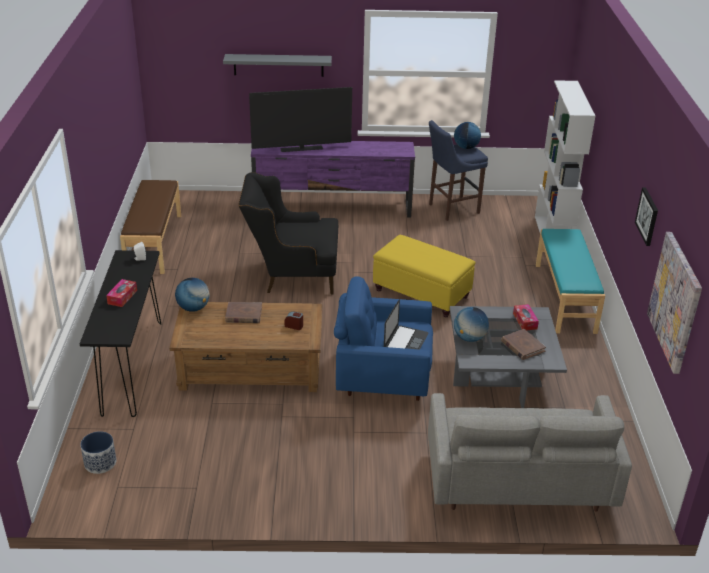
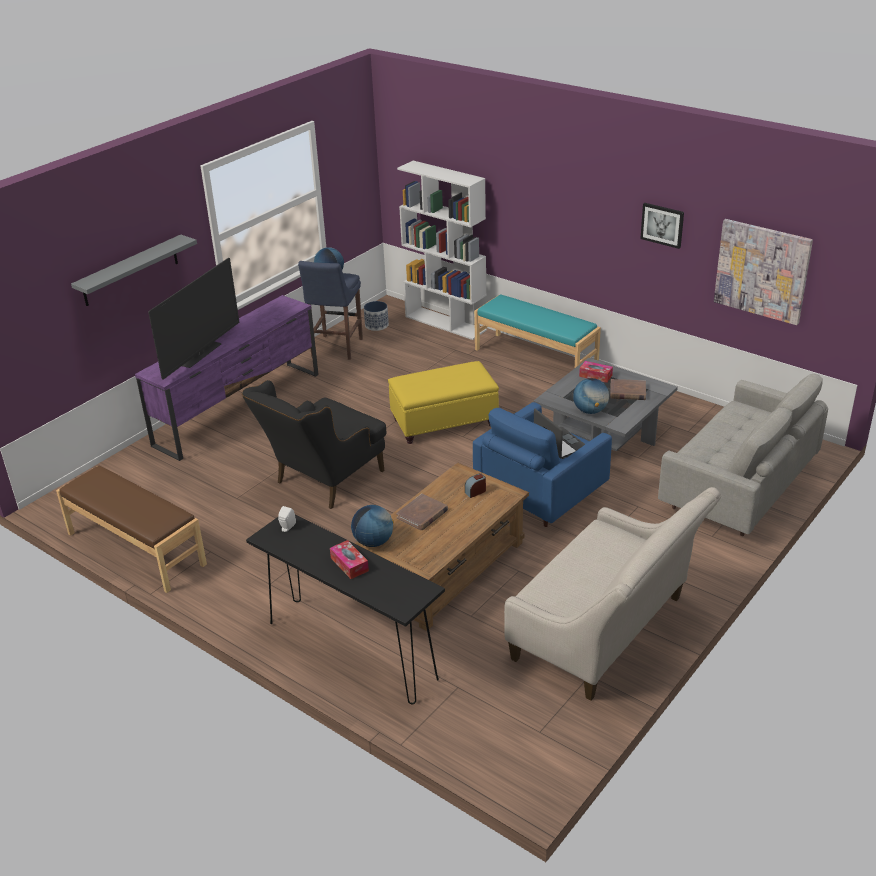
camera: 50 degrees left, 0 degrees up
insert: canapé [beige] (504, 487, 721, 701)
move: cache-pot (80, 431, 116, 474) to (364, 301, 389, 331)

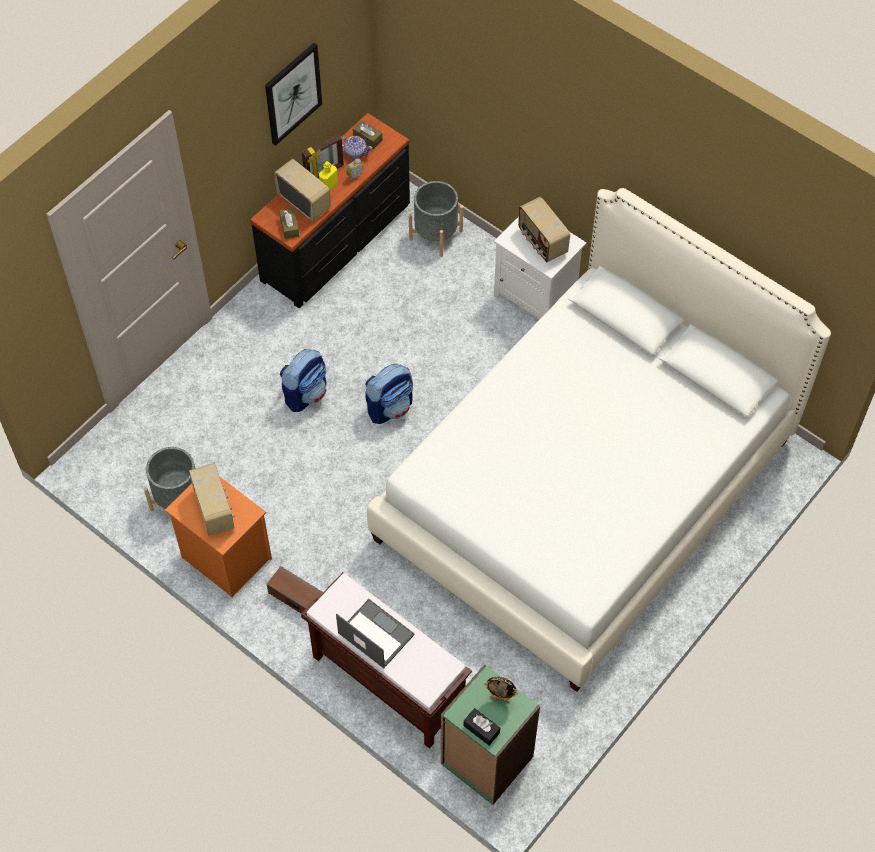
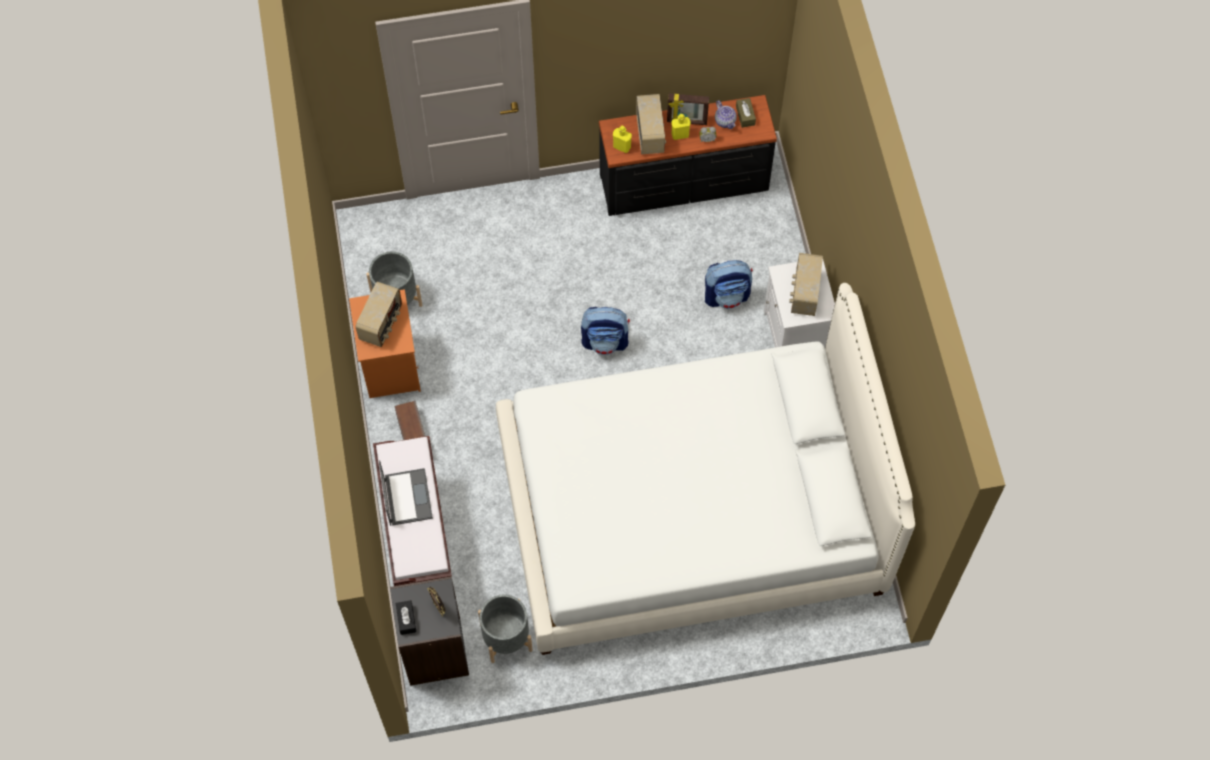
camera: 40 degrees right, 5 degrees up
delete: tableau (265, 43, 322, 146)
move: cache-pot [gris] (409, 181, 463, 257) to (478, 594, 533, 663); sac à dos (280, 349, 326, 412) to (705, 260, 753, 309)
replace: boîte à mouchoirs [marron] (279, 208, 299, 239) to bouteille [jaune] (613, 126, 632, 153)
recolor: bibliothèque [vert] (441, 664, 540, 805) to bibliothèque [noir] (390, 576, 469, 686)

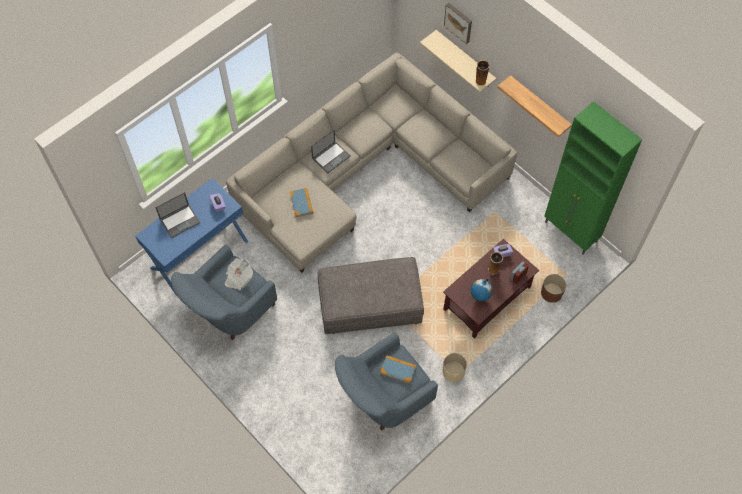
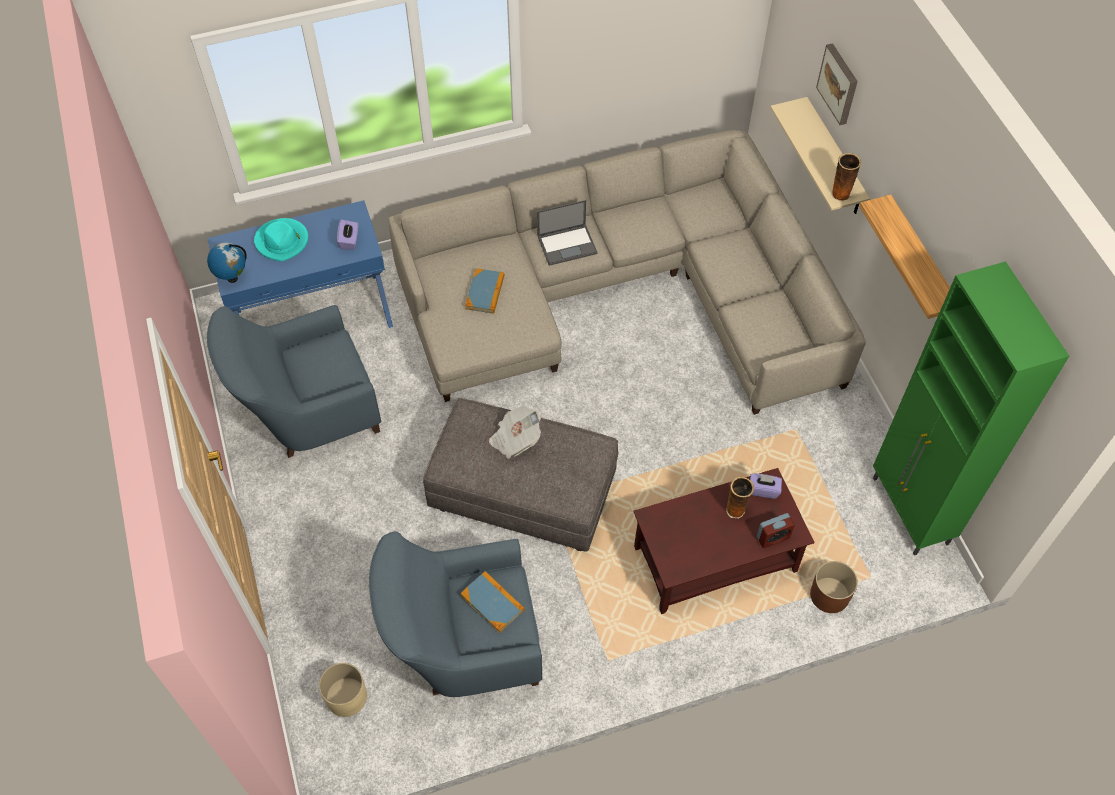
camera: 25 degrees right, 5 degrees down
move: globe (470, 279, 493, 302) to (207, 243, 247, 283); cache-pot [beige] (443, 353, 467, 382) to (319, 663, 367, 717); journal (225, 259, 253, 290) to (489, 405, 541, 459)
replace: ordinateur portable (155, 192, 200, 238) to chapeau [turquoise] (254, 218, 308, 262)

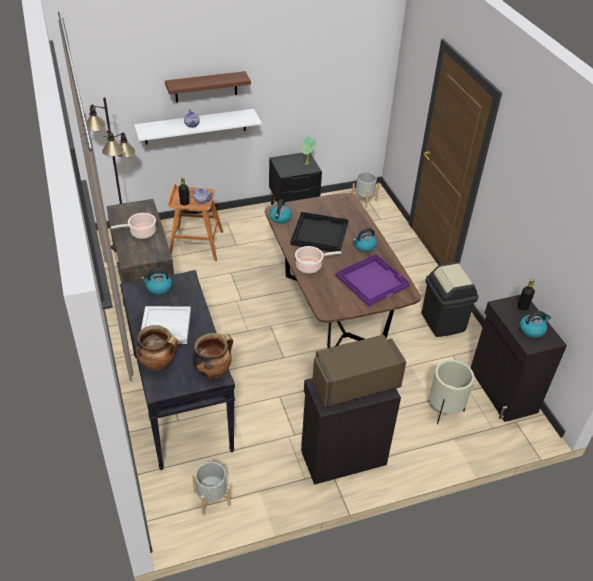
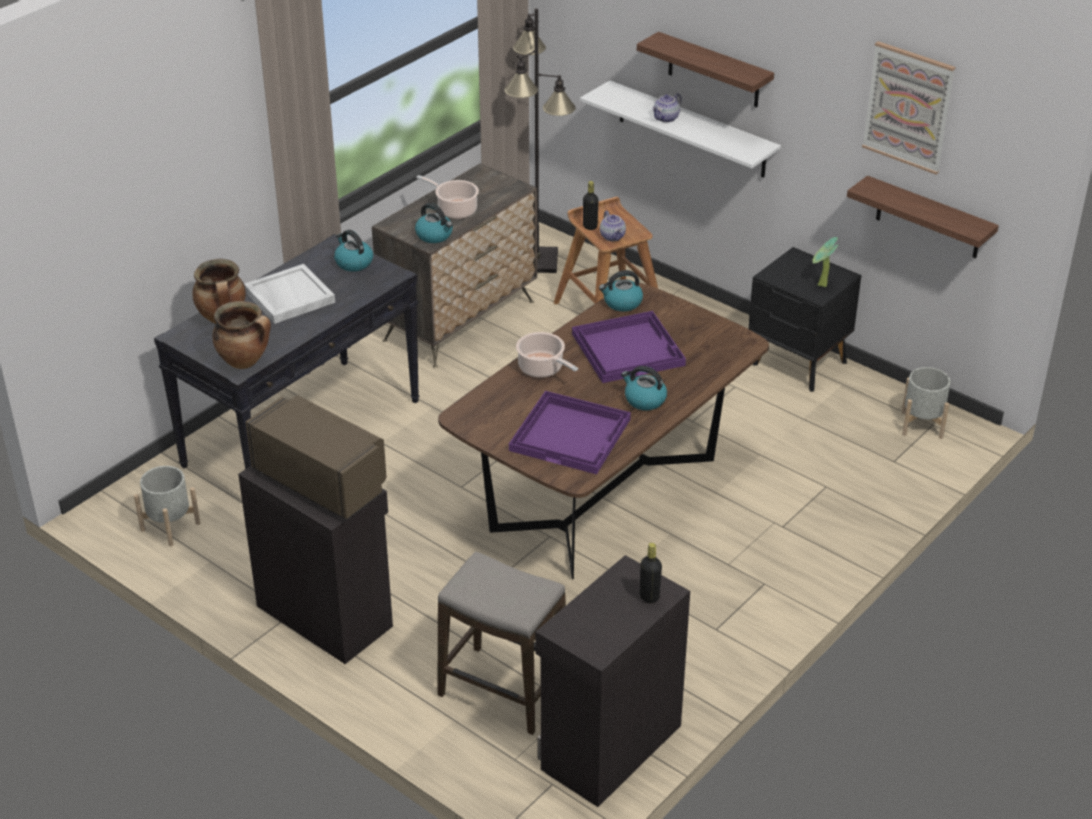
camera: 60 degrees right, 5 degrees down
delete: poubelle [noir] (422, 262, 478, 337)
insert: étagère (847, 176, 999, 258); tableau (862, 41, 956, 174)
move: bouilloire (520, 311, 551, 338) to (415, 203, 453, 243)
replace: cache-pot [beige] (429, 360, 474, 424) to tabouret (437, 551, 566, 735)
recolor: plateau [noir] (290, 212, 348, 252) to plateau [violet] (572, 311, 686, 383)

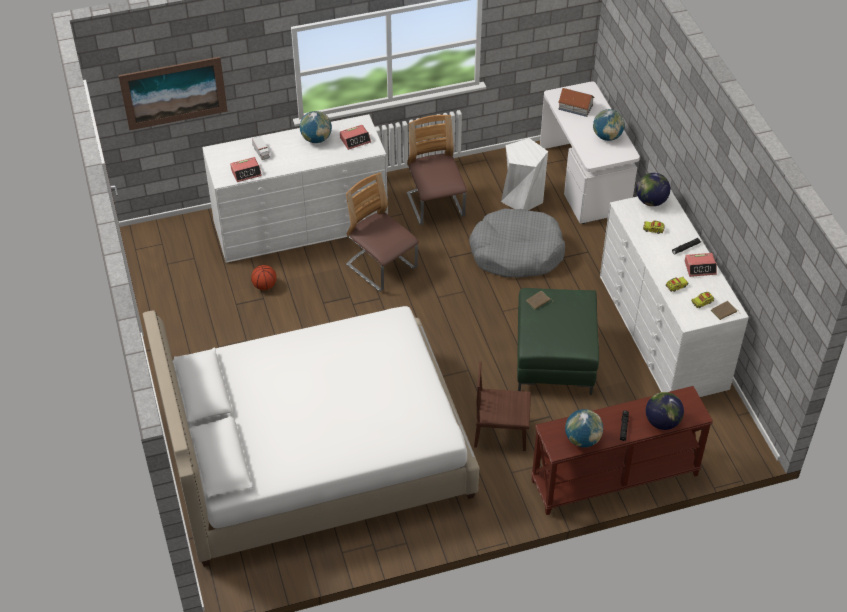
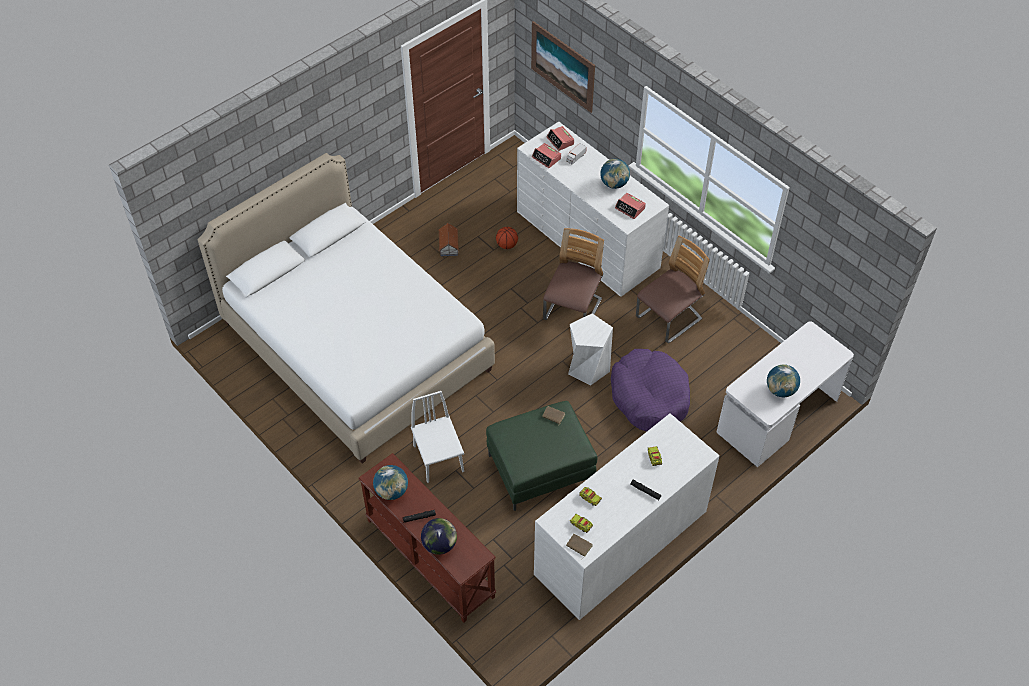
camera: 65 degrees right, 5 degrees up
delete: globe (636, 173, 670, 206)
move: maison miniature (559, 88, 595, 117) to (438, 223, 459, 256); réveil (685, 253, 717, 277) to (547, 126, 574, 151); tabouret [blanc] (501, 138, 548, 210) to (568, 314, 613, 386)
recolor: chaise [marron] (474, 362, 531, 451) to chaise [blanc] (411, 391, 464, 483); panier pour chien [gris] (469, 208, 565, 277) to panier pour chien [violet] (611, 349, 690, 432)

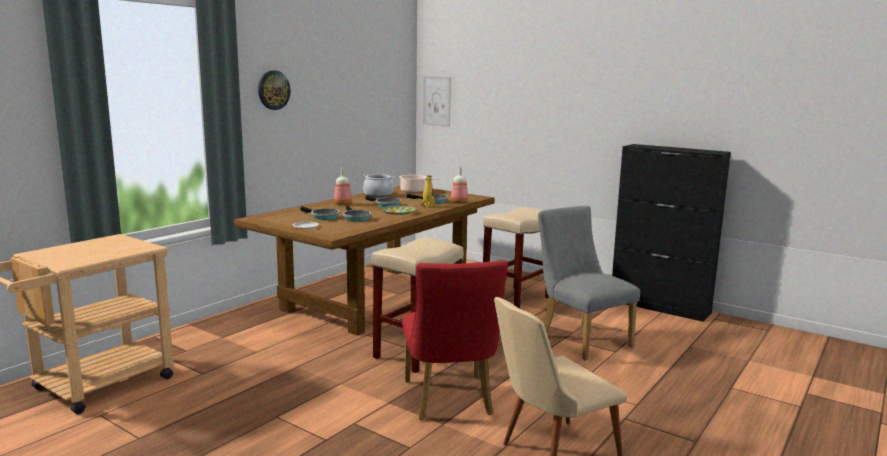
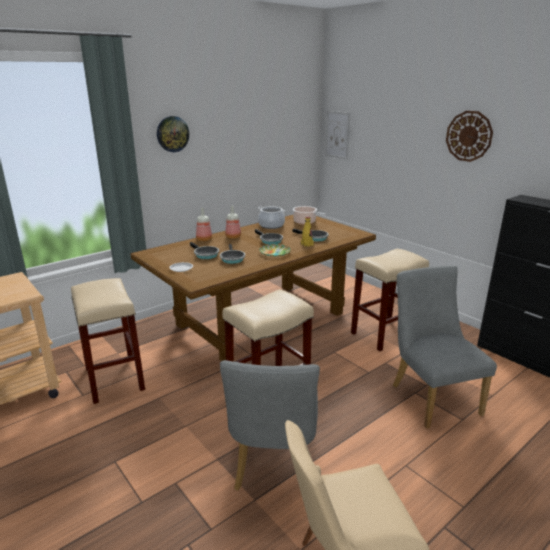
camera: 15 degrees right, 10 degrees up
insert: tabouret [beige] (71, 278, 145, 404); horloge murale (446, 111, 493, 162)
move: bouteille (451, 167, 468, 203) to (196, 208, 212, 241)
recolor: chaise [rouge] (402, 260, 508, 420) to chaise [gris] (220, 360, 320, 491)

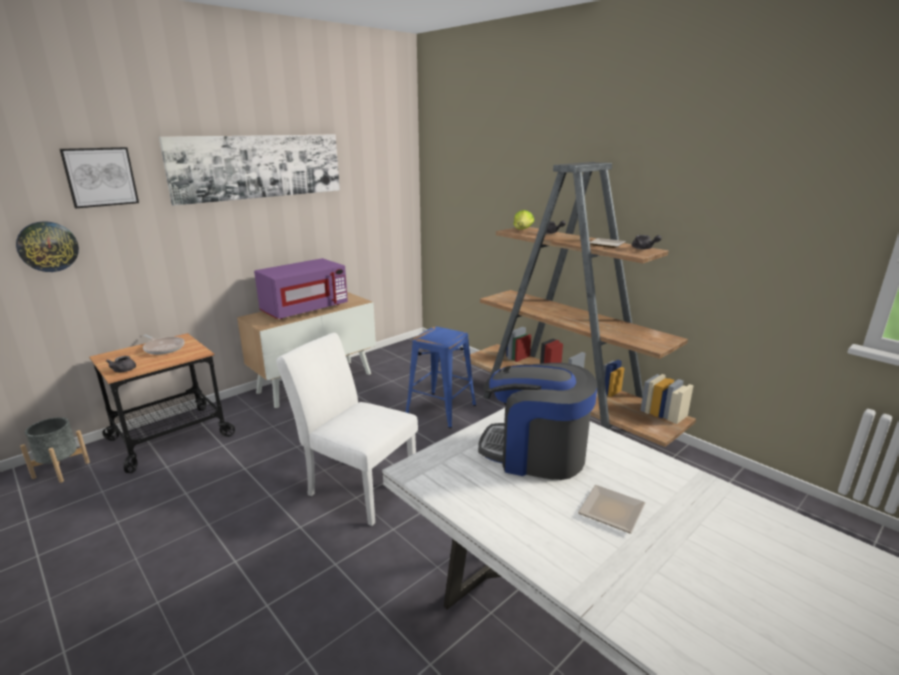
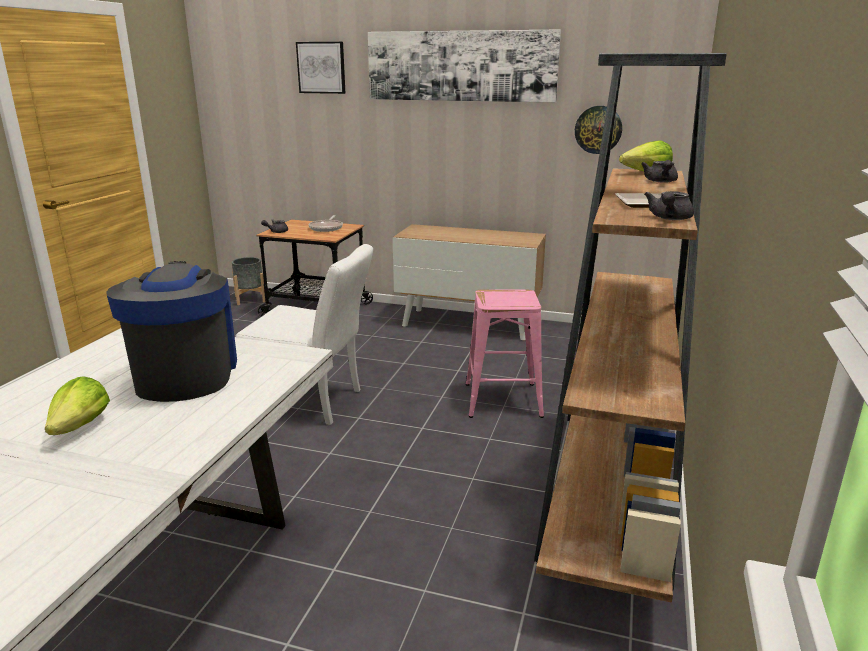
camera: 60 degrees right, 0 degrees up
delete: micro-ondes [violet] (254, 258, 348, 319)
move: horloge murale (16, 221, 79, 272) to (575, 106, 622, 154)
replace: assiette (578, 485, 646, 533) to laitue (45, 376, 110, 435)
recolor: tabouret [bleu] (406, 327, 476, 429) to tabouret [rose] (466, 289, 544, 418)
rotate: chaise [blanc] (276, 333, 418, 526) = (235, 244, 373, 425) 105 degrees clockwise

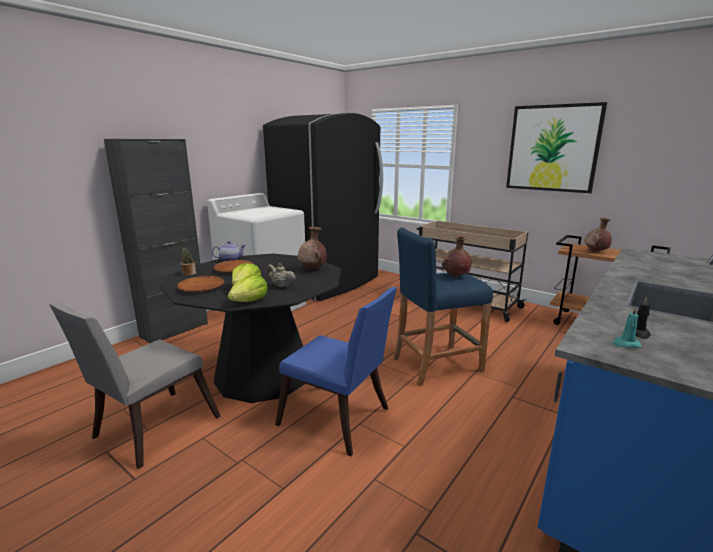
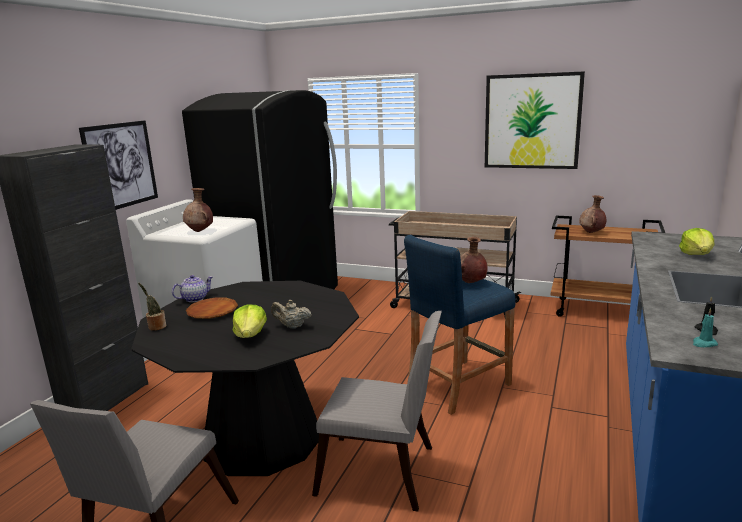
camera: 15 degrees left, 0 degrees up
delete: assiette [marron] (177, 276, 224, 292)
insert: tableau (79, 120, 158, 210)
move: vase [marron] (298, 227, 327, 270) to (183, 188, 213, 232); laitue (228, 275, 268, 302) to (679, 228, 714, 255)
recolor: chaise [bleu] (275, 287, 397, 456) to chaise [gris] (312, 311, 442, 512)

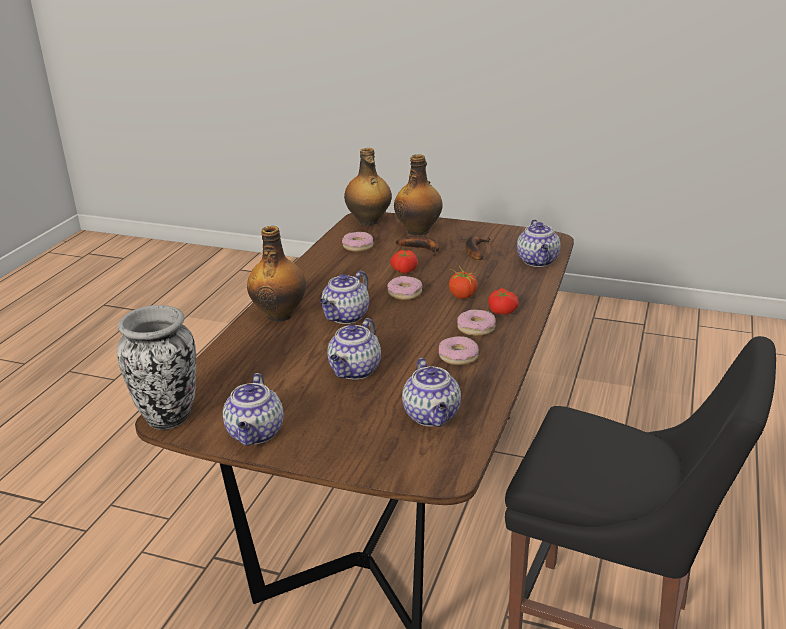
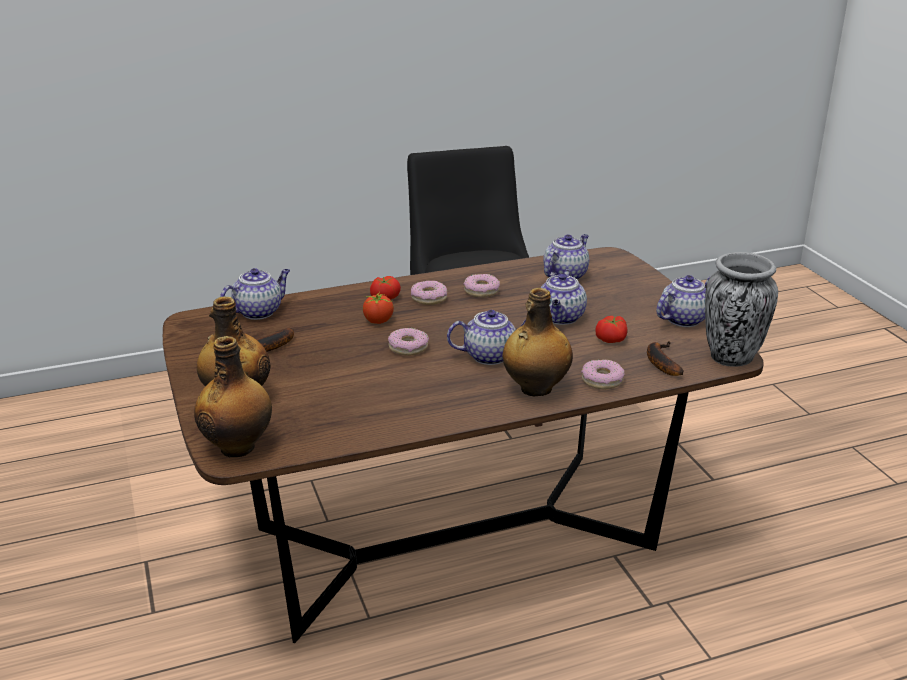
camera: 130 degrees left, 0 degrees up
move: beignet (342, 232, 373, 252) to (581, 360, 624, 389); tomate (390, 250, 418, 273) to (595, 316, 628, 343); banane (396, 236, 440, 256) to (647, 341, 684, 376)
rotate: théière (327, 318, 381, 380) = (540, 269, 587, 325) 120 degrees clockwise

